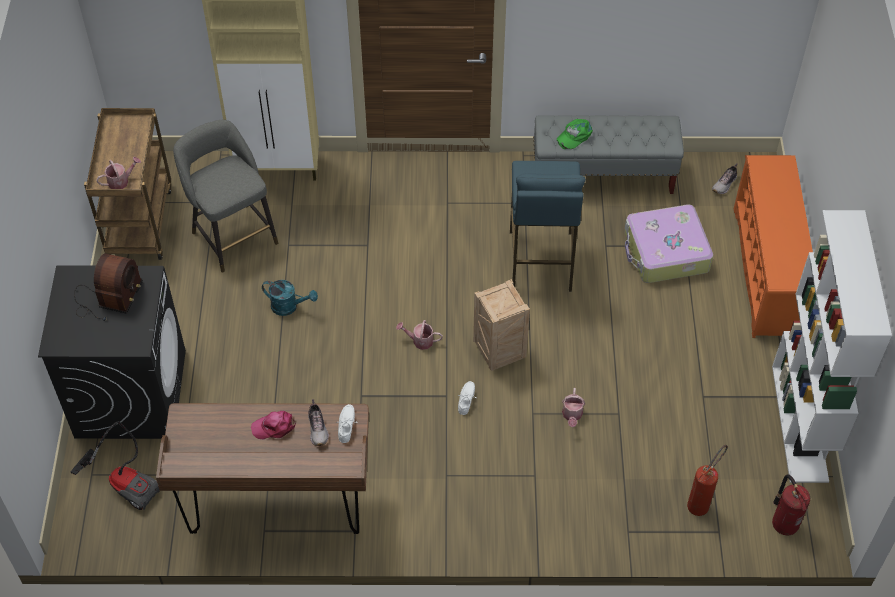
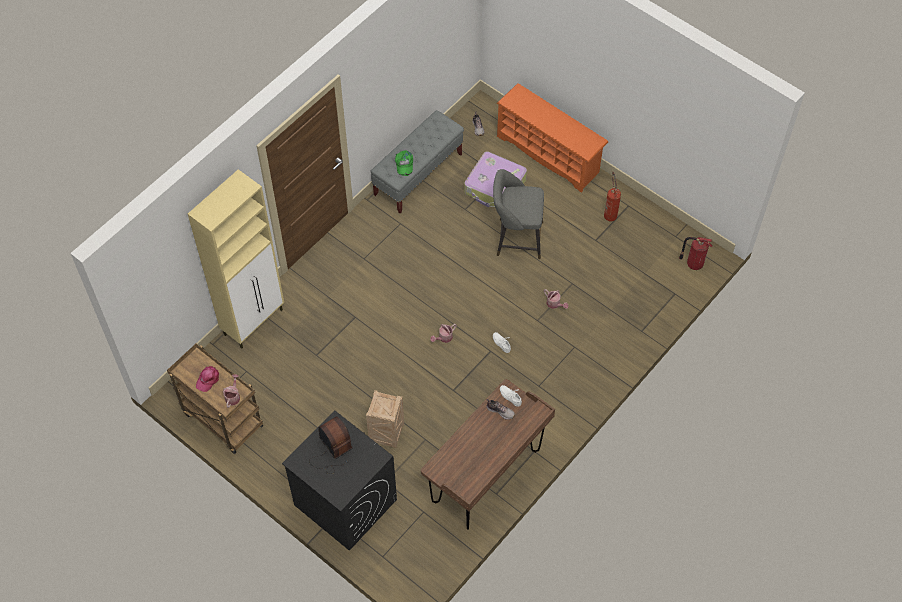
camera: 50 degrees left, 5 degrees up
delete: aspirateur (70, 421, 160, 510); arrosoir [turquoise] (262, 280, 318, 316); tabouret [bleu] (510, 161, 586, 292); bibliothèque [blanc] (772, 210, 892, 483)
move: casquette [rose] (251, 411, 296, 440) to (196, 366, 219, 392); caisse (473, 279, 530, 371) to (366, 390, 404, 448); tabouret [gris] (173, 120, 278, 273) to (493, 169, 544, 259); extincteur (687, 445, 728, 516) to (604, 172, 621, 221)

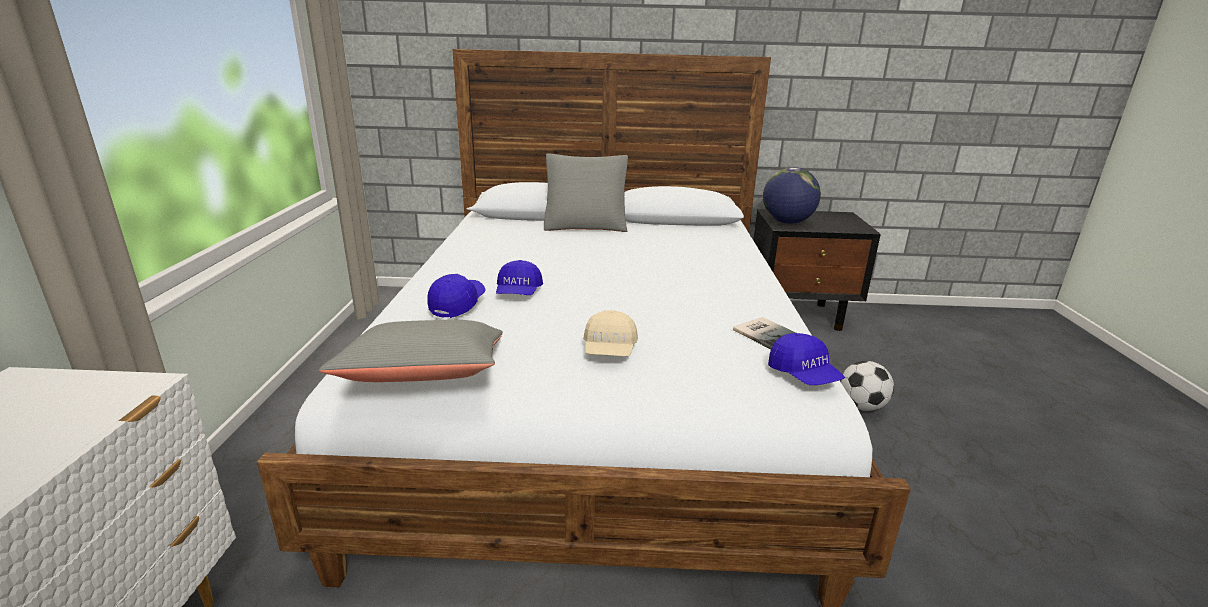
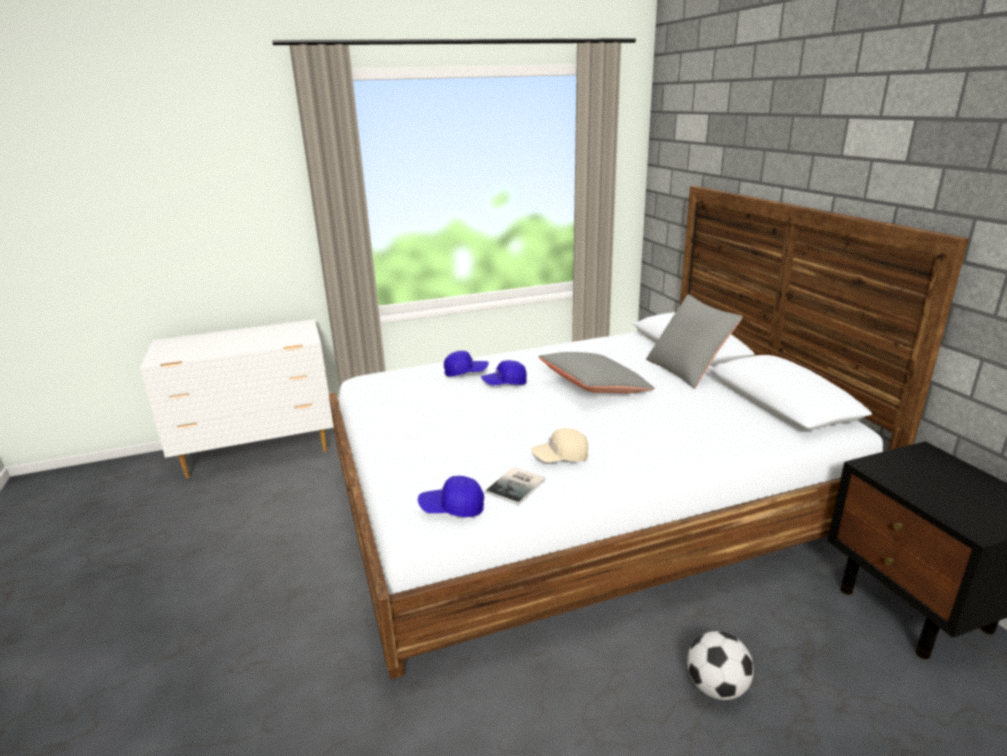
camera: 70 degrees right, 0 degrees up
delete: globe (763, 167, 821, 224)
move: casquette [beige] (583, 310, 638, 357) to (531, 428, 588, 462); coussin [gris] (319, 320, 503, 382) to (538, 352, 655, 394)
rotate: casquette [bleu] (768, 333, 845, 385) = (418, 476, 484, 517) 45 degrees clockwise

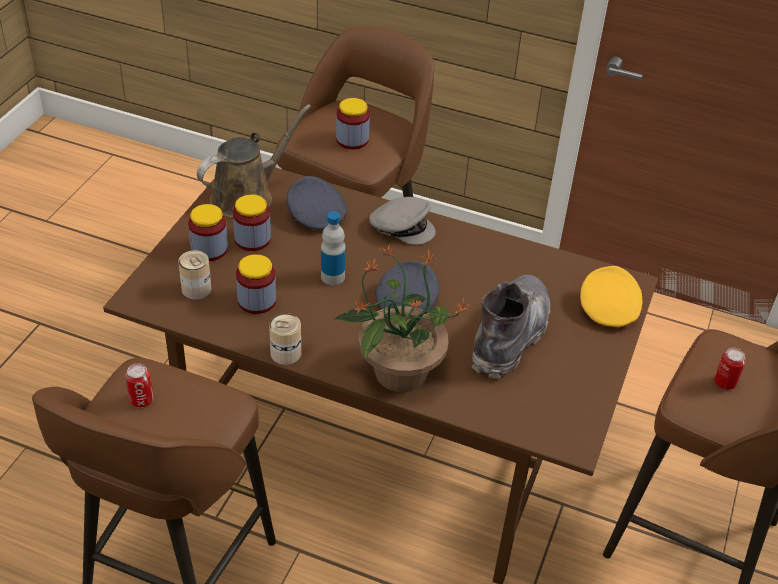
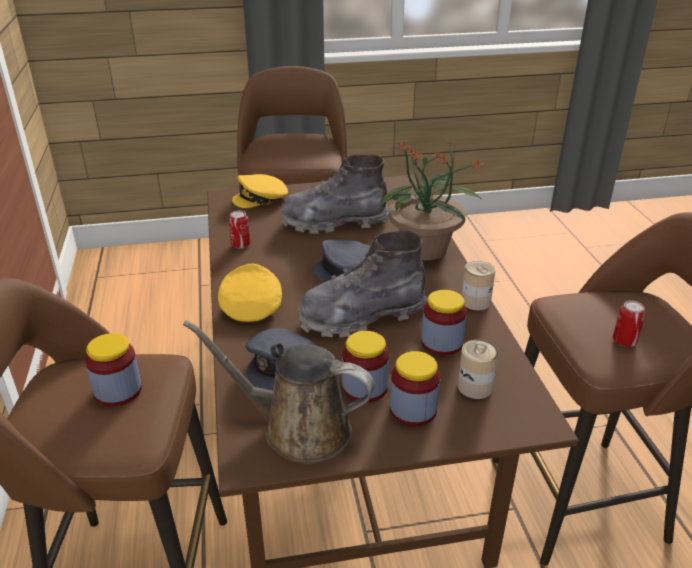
camera: 120 degrees left, 10 degrees down
move: boîte métallique (714, 348, 746, 390) to (229, 211, 250, 248)
replace: bouteille (321, 211, 346, 285) to botte [gris] (298, 231, 427, 338)
recolor: casquette [gris] (369, 197, 436, 245) to casquette [jaune] (218, 263, 282, 322)

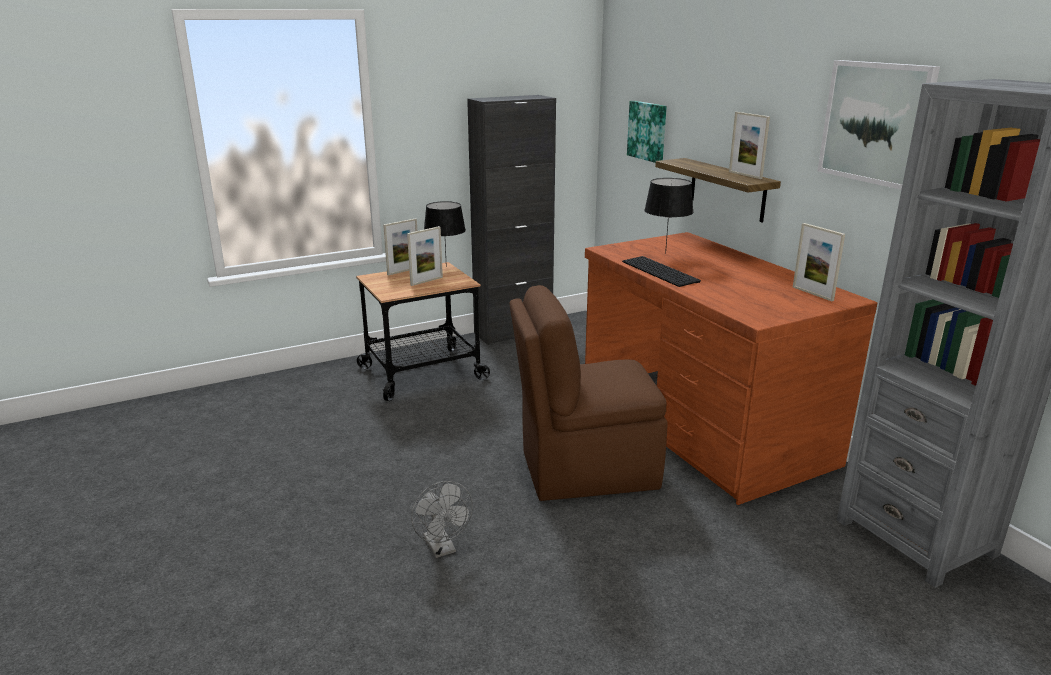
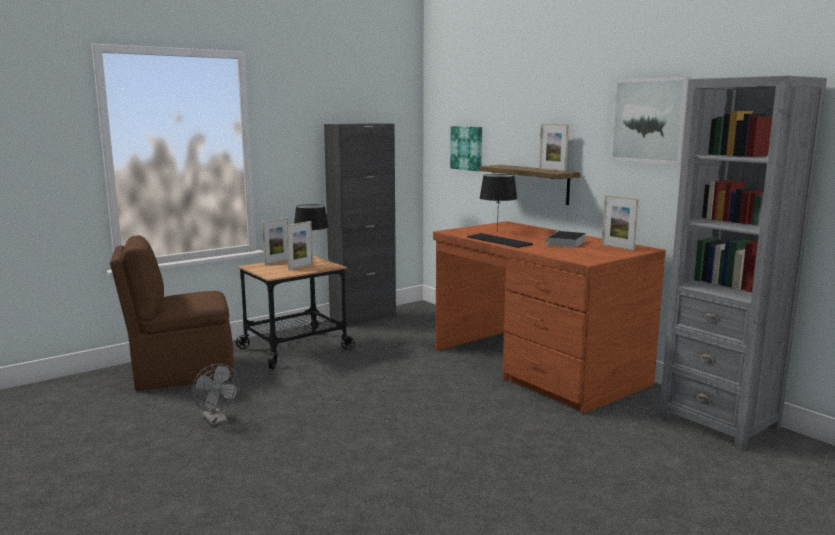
camera: 10 degrees left, 10 degrees down
insert: livre (546, 231, 586, 248)
move: chaise [marron] (509, 285, 668, 501) to (110, 235, 233, 391); ventilateur [gris] (411, 481, 473, 558) to (192, 364, 240, 426)

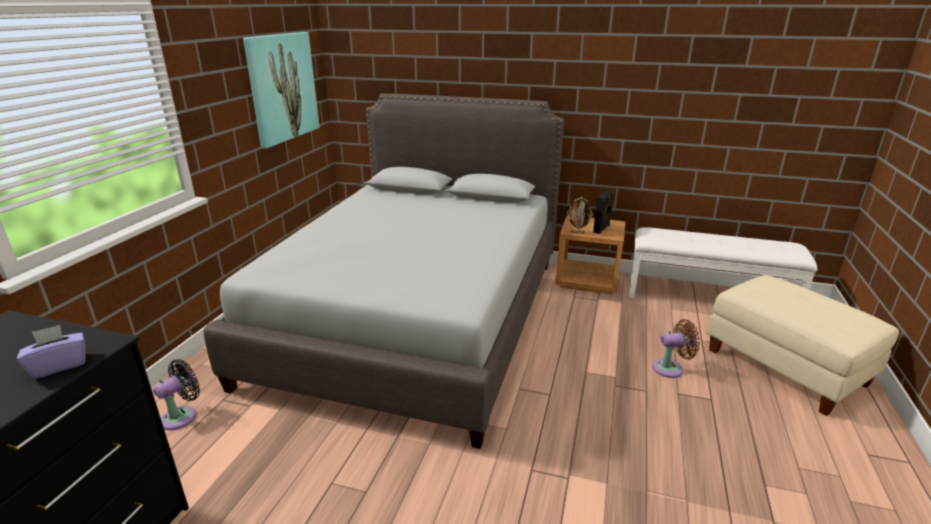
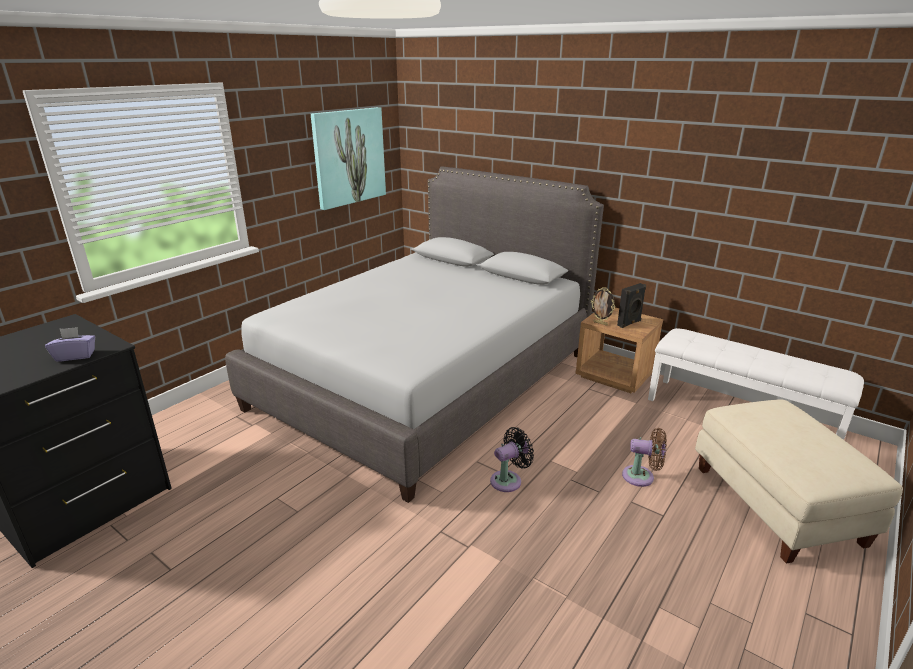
camera: 20 degrees right, 0 degrees up
move: ventilateur [noir] (153, 359, 200, 430) to (490, 427, 534, 492)

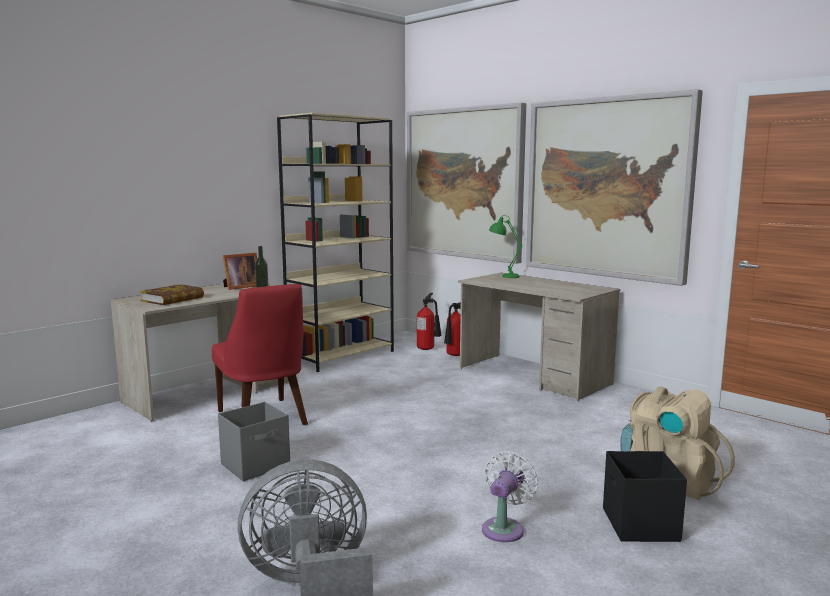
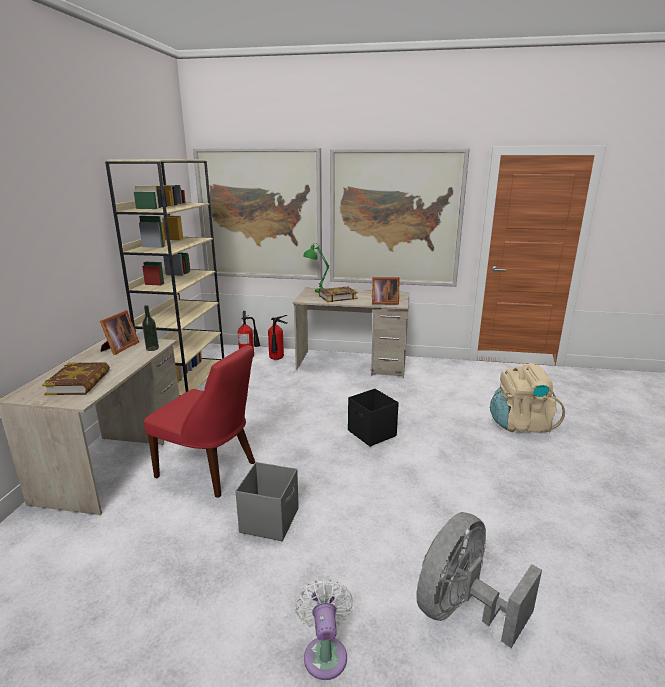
camera: 35 degrees left, 10 degrees up
insert: livre (318, 286, 358, 302); cadre photo (372, 277, 400, 304)
move: ventilateur [blanc] (482, 451, 538, 542) to (294, 579, 353, 680); boîte de rangement [noir] (603, 451, 687, 542) to (348, 389, 399, 446)

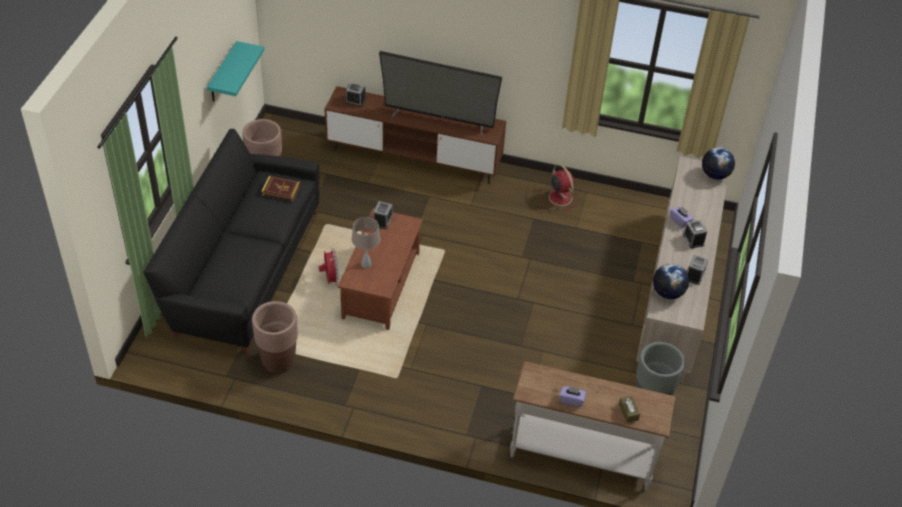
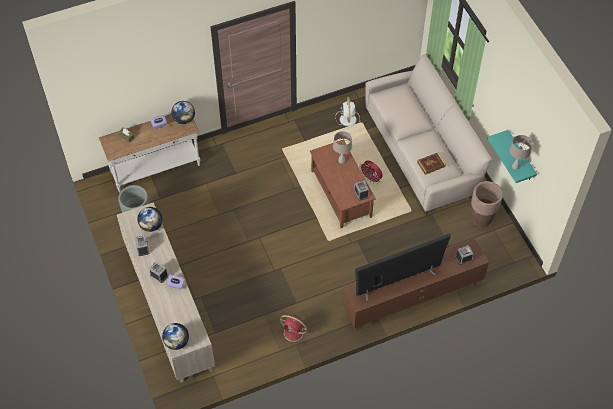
camera: 145 degrees right, 10 degrees up
insert: globe (172, 101, 195, 124); lampe de table [beige] (509, 135, 532, 170)
replace: cache-pot [marron] (252, 301, 298, 373) to ventilateur [blanc] (335, 97, 360, 130)
recolor: canapé [noir] (143, 129, 319, 354) to canapé [beige] (365, 54, 492, 215)

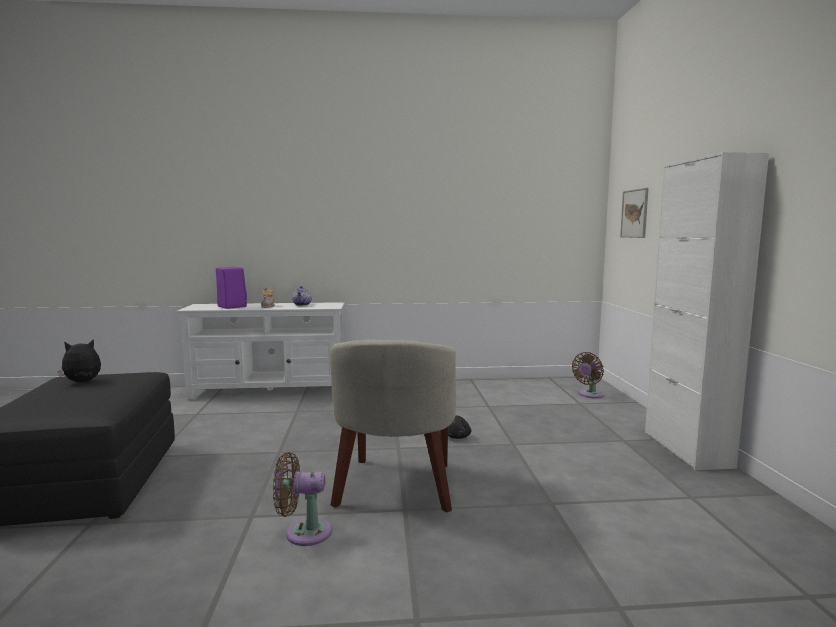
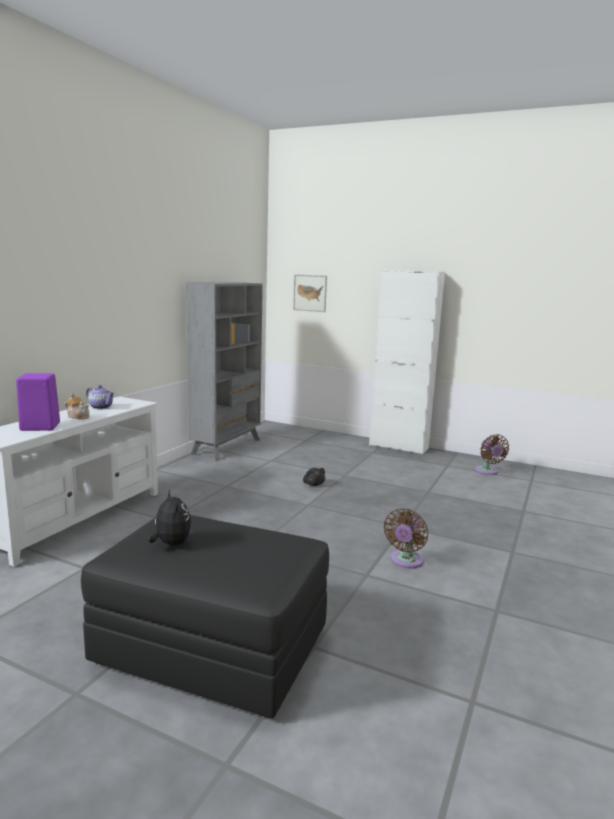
camera: 60 degrees left, 5 degrees up
delete: fauteuil [beige] (330, 340, 456, 512)
insert: bibliothèque [gris] (186, 282, 263, 460)
move: ventilateur [marron] (572, 352, 604, 398) to (475, 434, 509, 475)
rotate: peluche (58, 339, 101, 382) = (148, 490, 192, 546) 150 degrees clockwise

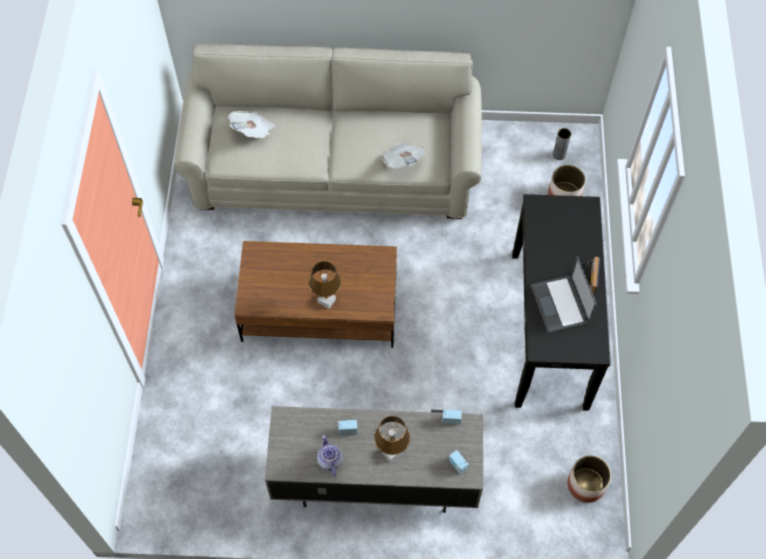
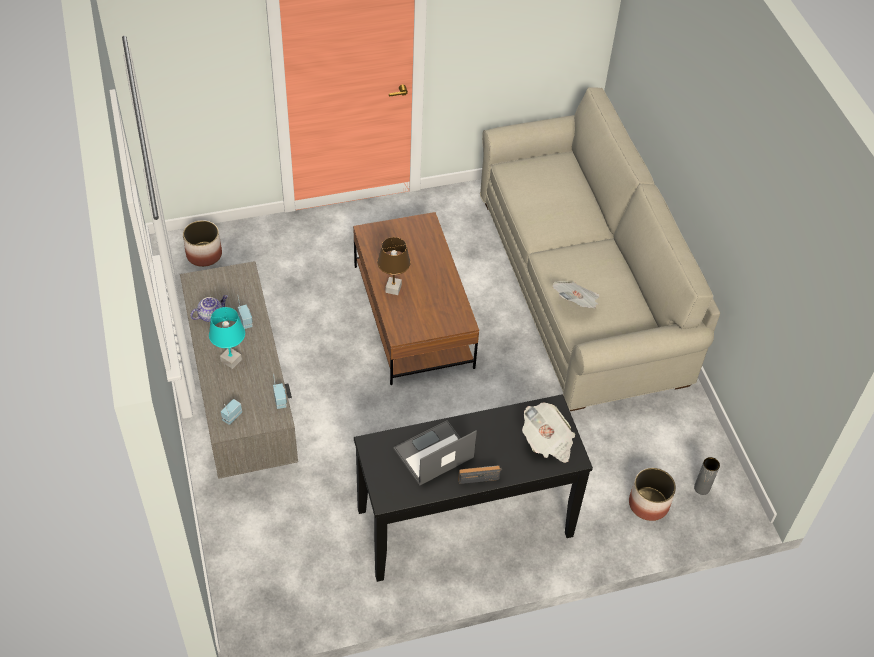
camera: 70 degrees right, 10 degrees down
move: cache-pot (567, 455, 611, 503) to (183, 220, 222, 267); journal (228, 111, 276, 139) to (522, 403, 575, 463)
recolor: lampe de table [marron] (374, 416, 410, 462) to lampe de table [turquoise] (209, 307, 245, 369)

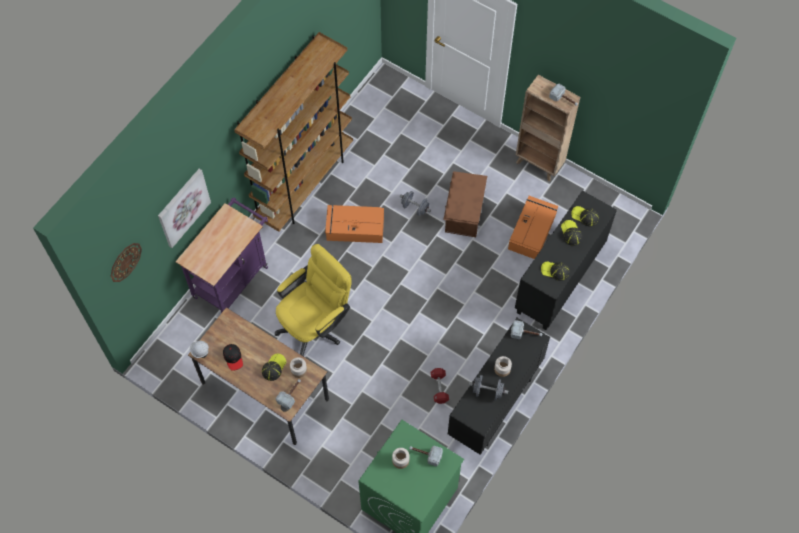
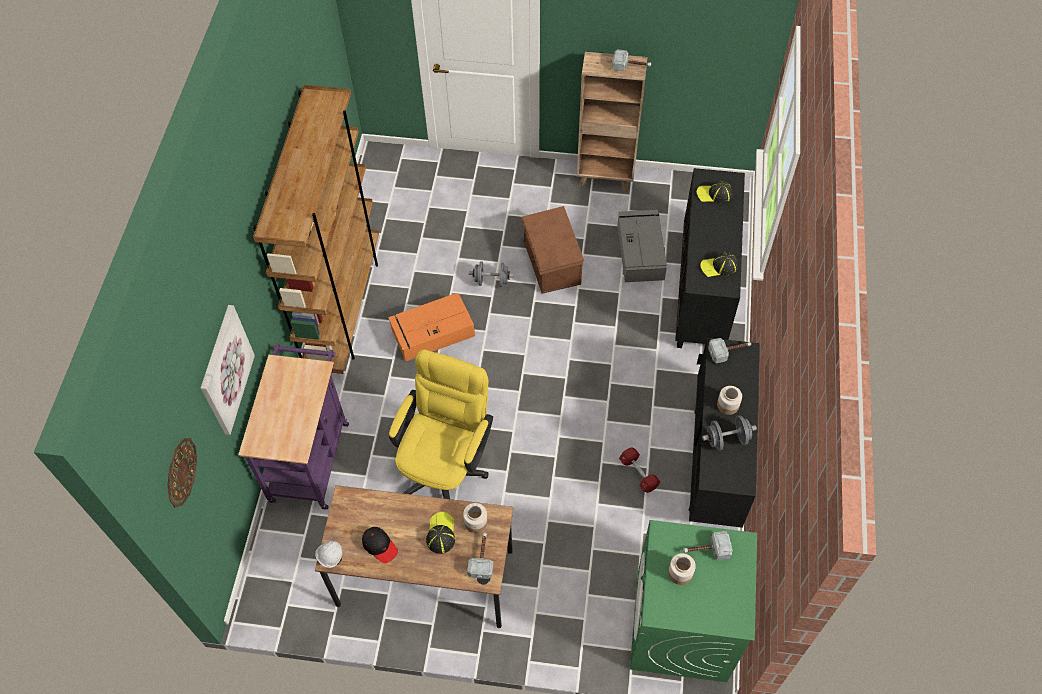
camera: 25 degrees left, 5 degrees down
delete: casquette (561, 220, 582, 246)
recolor: boîte de rangement [orange] (508, 196, 558, 259) to boîte de rangement [gris] (617, 210, 667, 282)

